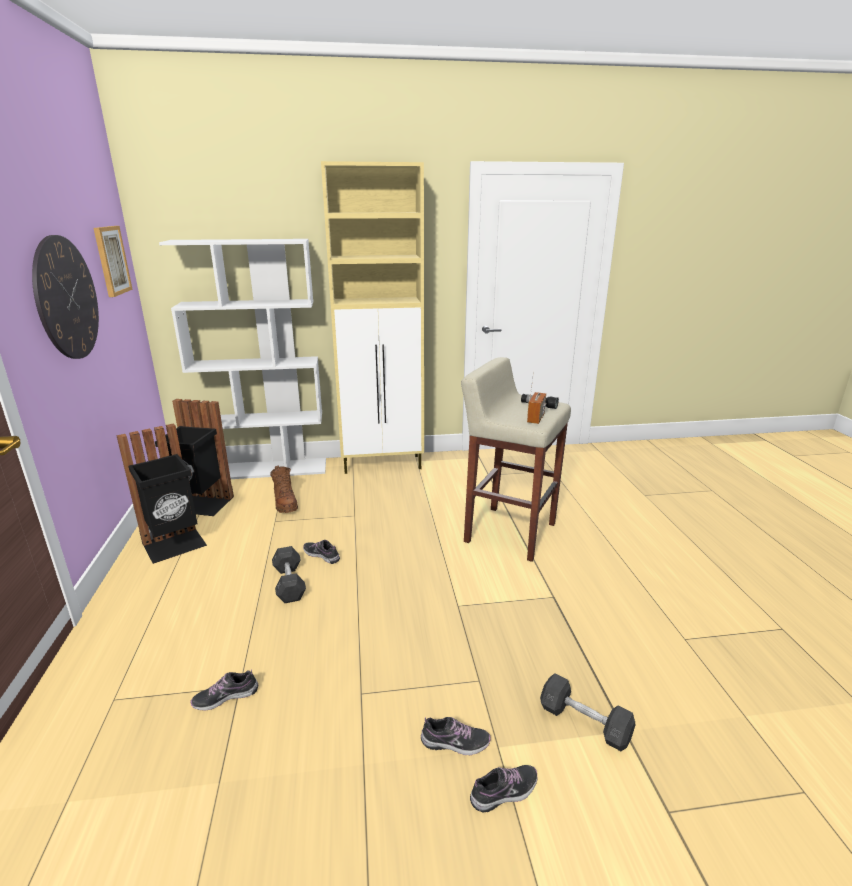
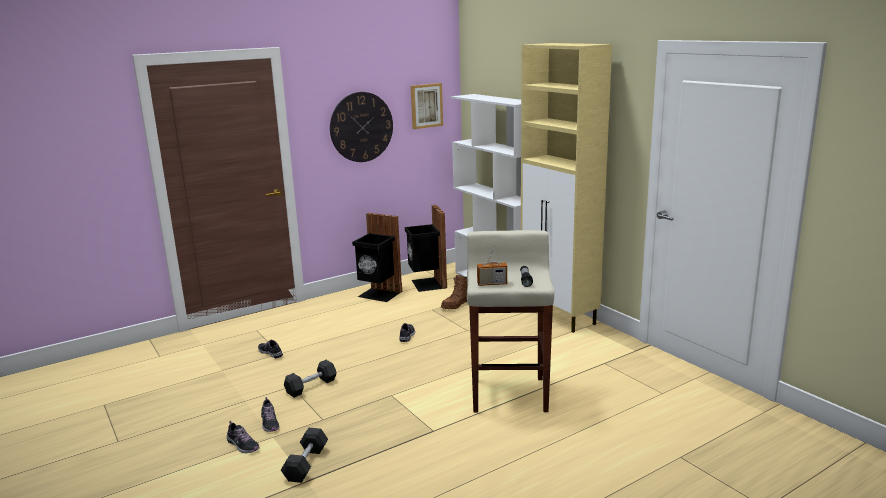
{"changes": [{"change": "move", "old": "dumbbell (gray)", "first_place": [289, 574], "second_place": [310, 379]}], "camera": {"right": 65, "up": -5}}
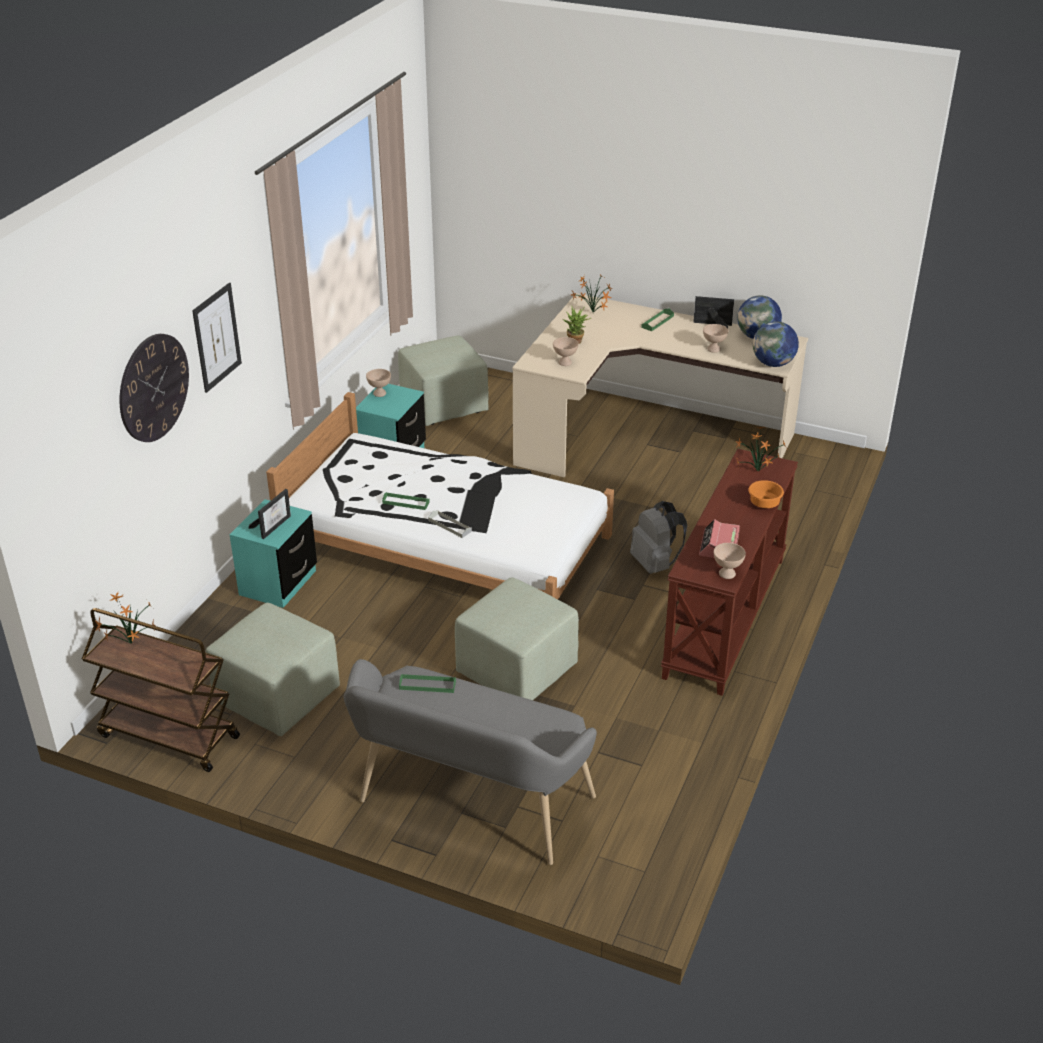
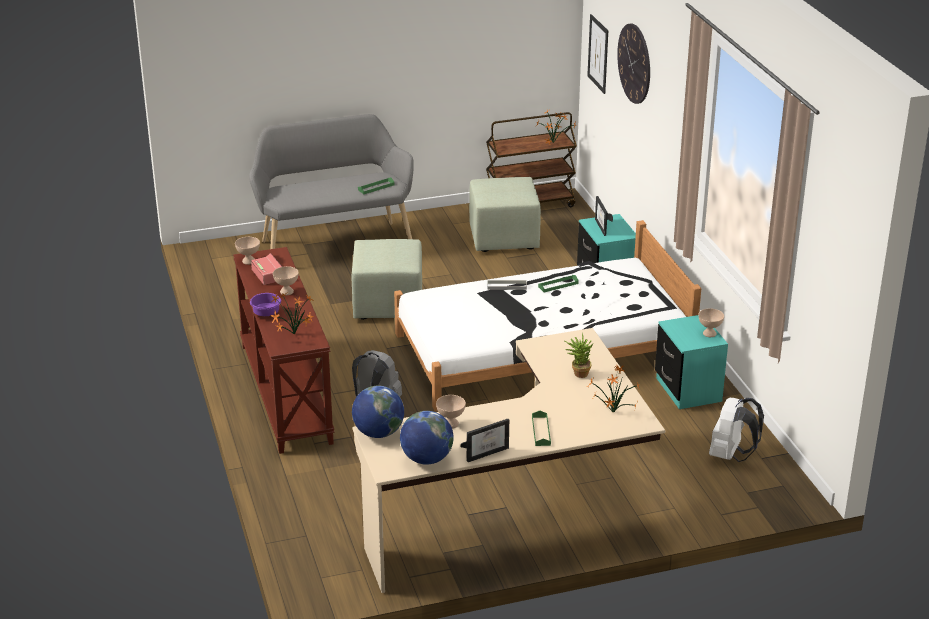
{"changes": [{"change": "move", "old": "picture", "first_place": [217, 338], "second_place": [597, 54]}, {"change": "replace", "old": "ottoman (green-coloured)", "new": "backpack (whitish)", "first_place": [443, 380], "second_place": [736, 430]}, {"change": "move", "old": "serving bowl (sand-coloured)", "first_place": [566, 351], "second_place": [286, 280]}, {"change": "recolor", "old": "serving bowl (orangey)", "new": "serving bowl (purplish)", "first_place": [766, 494], "second_place": [265, 304]}], "camera": {"right": 140, "up": -5}}
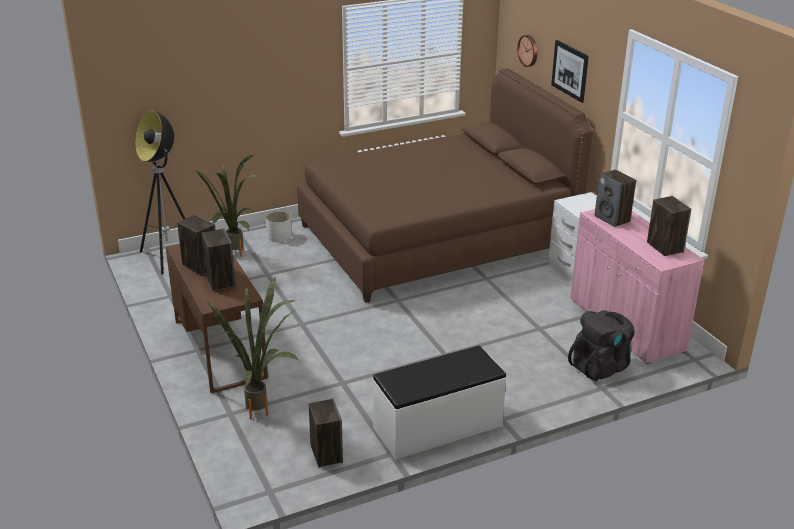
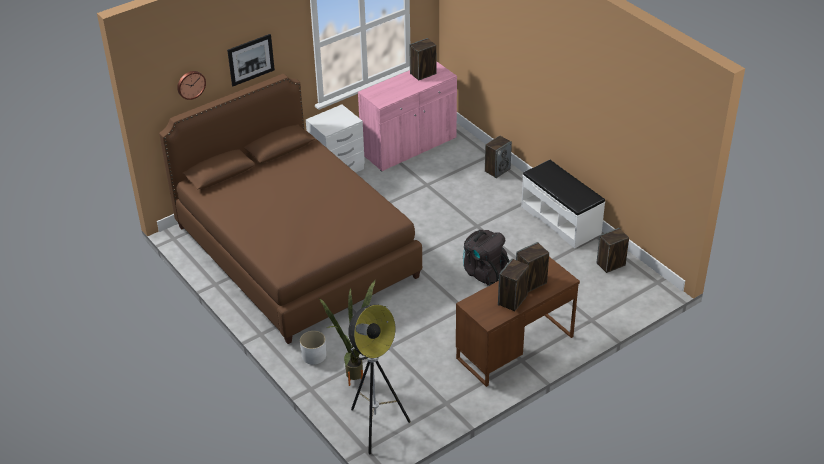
{"changes": [{"change": "delete", "old": "plant in a pot", "first_place": [253, 348]}, {"change": "move", "old": "backpack (black)", "first_place": [601, 345], "second_place": [486, 258]}, {"change": "move", "old": "audio speaker", "first_place": [615, 198], "second_place": [498, 157]}], "camera": {"right": -100, "up": 10}}
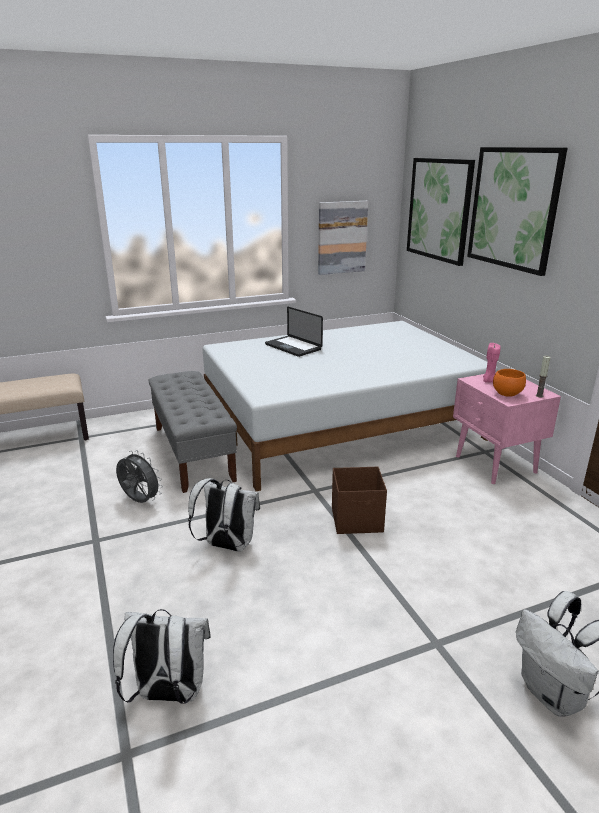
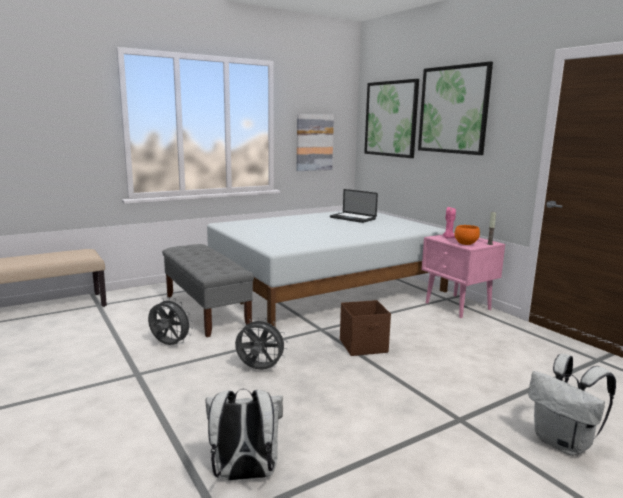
{"changes": [{"change": "replace", "old": "backpack (whitish)", "new": "fan (gray)", "first_place": [224, 515], "second_place": [261, 343]}, {"change": "move", "old": "portable computer", "first_place": [294, 332], "second_place": [354, 206]}], "camera": {"right": -10, "up": -10}}
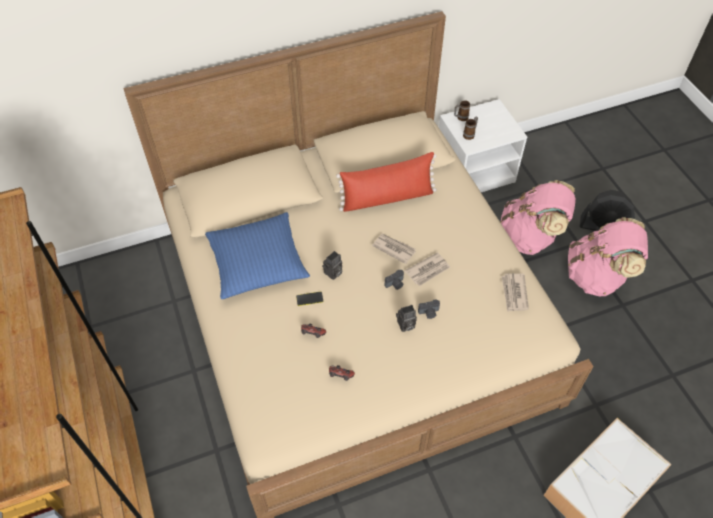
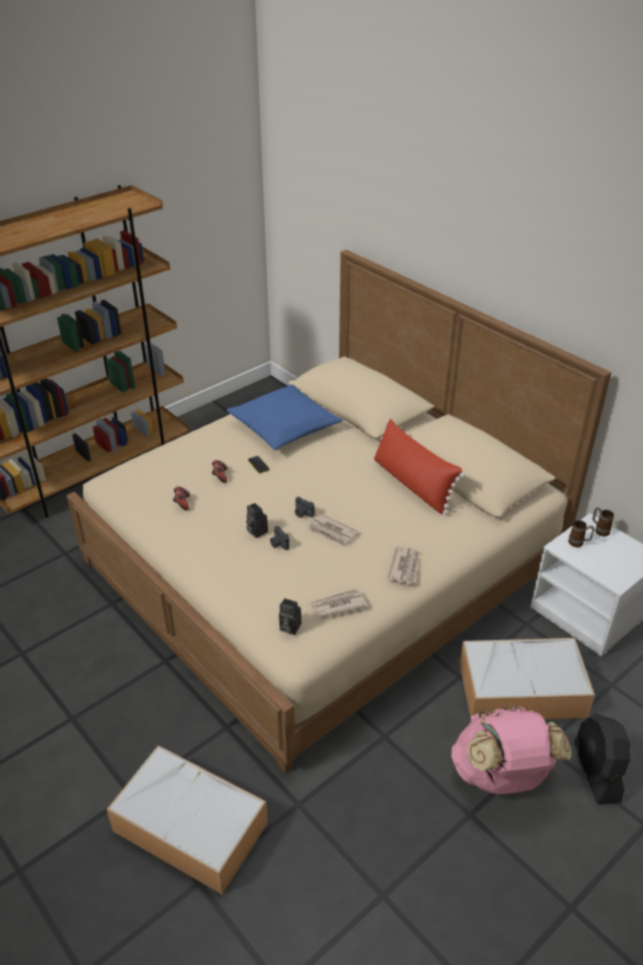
{"changes": [{"change": "move", "old": "still camera", "first_place": [332, 265], "second_place": [290, 616]}, {"change": "move", "old": "daily paper", "first_place": [394, 249], "second_place": [403, 565]}, {"change": "replace", "old": "backpack (pinkish)", "new": "storage bin", "first_place": [538, 217], "second_place": [527, 678]}], "camera": {"right": 70, "up": -15}}
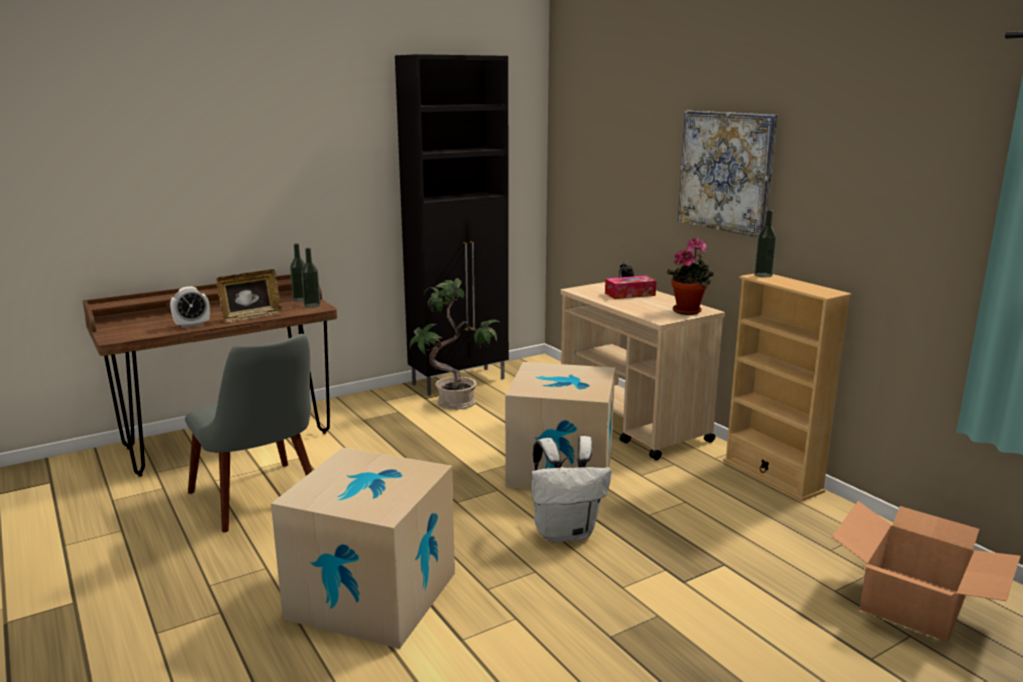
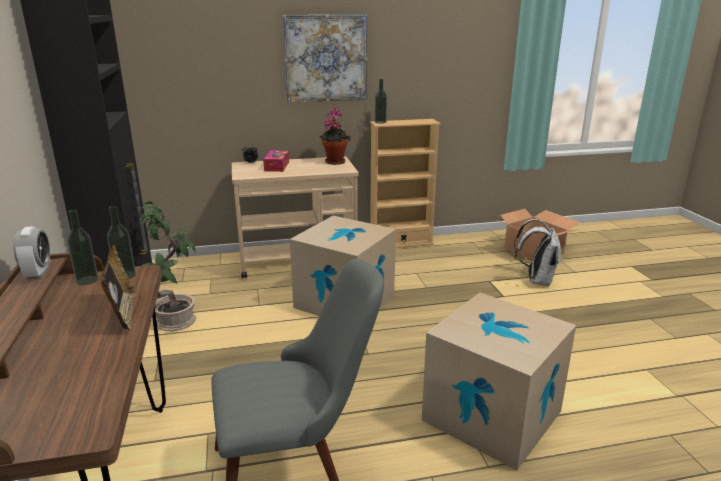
{"changes": [{"change": "move", "old": "alarm clock", "first_place": [190, 307], "second_place": [31, 253]}, {"change": "move", "old": "backpack (whitish)", "first_place": [571, 489], "second_place": [537, 253]}], "camera": {"right": -70, "up": 5}}
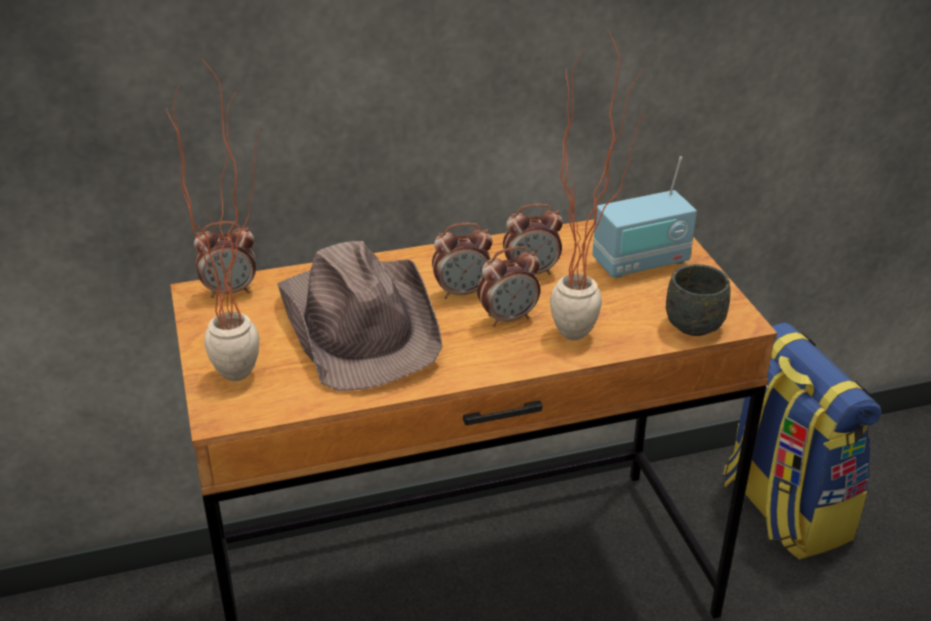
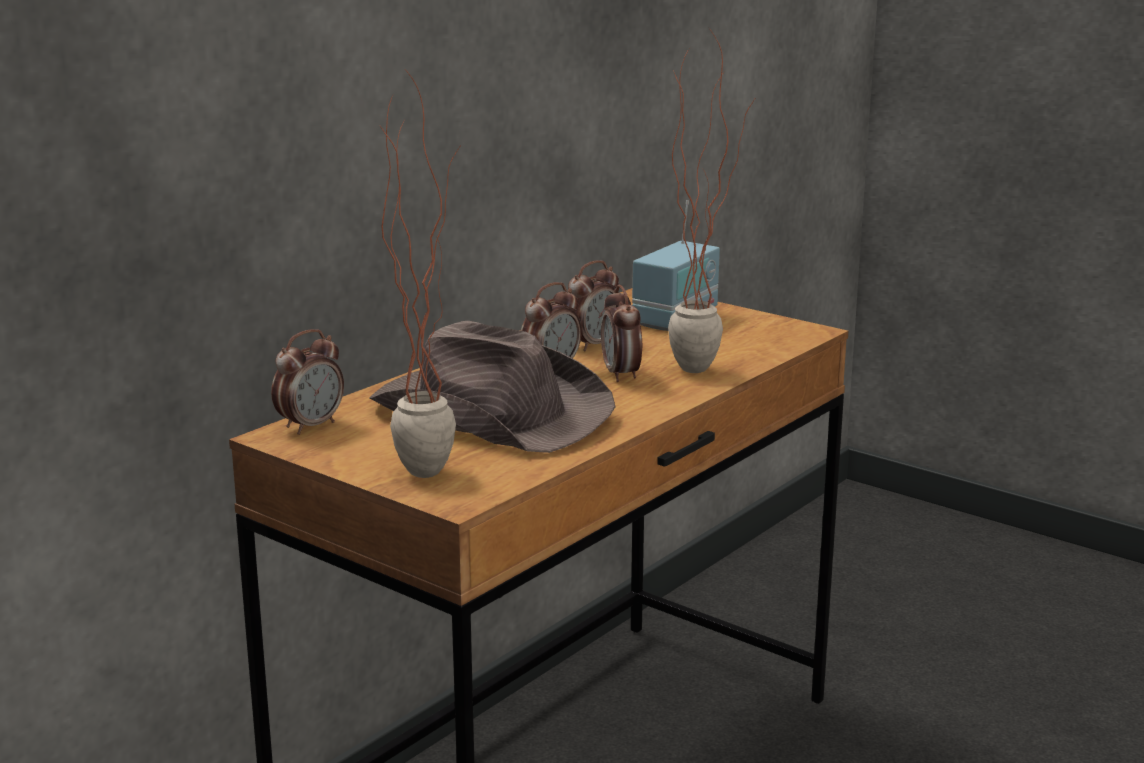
{"changes": [{"change": "rotate", "old": "alarm clock", "first_place": [508, 286], "second_place": [621, 333], "degrees": 135}, {"change": "delete", "old": "mug (gray)", "first_place": [698, 300]}, {"change": "delete", "old": "backpack", "first_place": [802, 441]}], "camera": {"right": -35, "up": -15}}
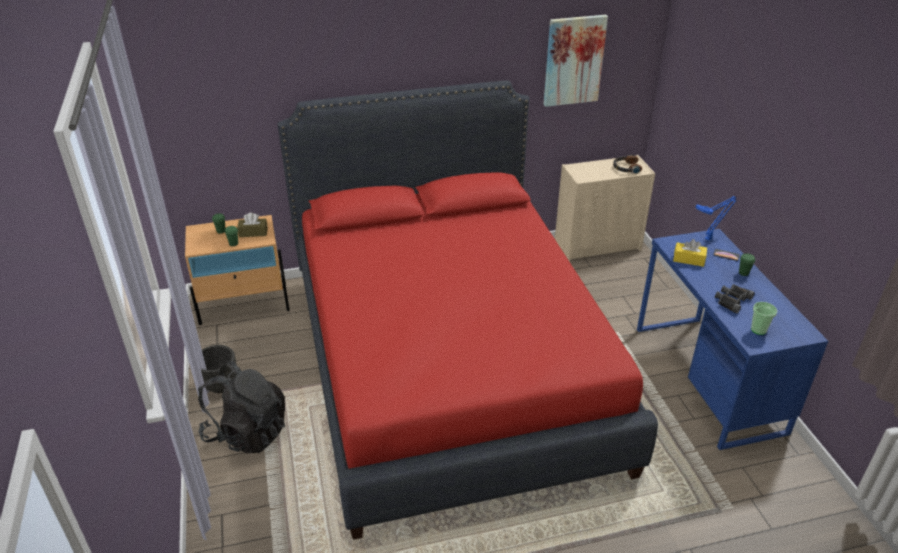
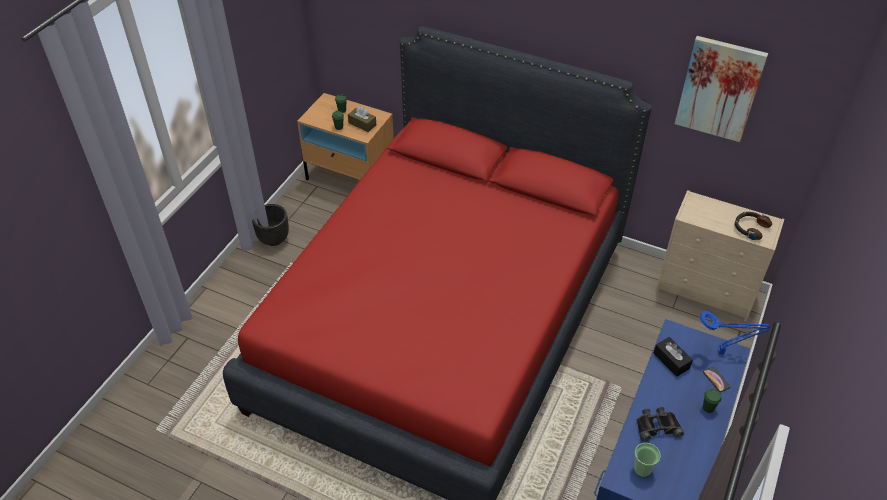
{"changes": [{"change": "delete", "old": "backpack (black)", "first_place": [241, 407]}, {"change": "recolor", "old": "tissue box (yellowish)", "new": "tissue box (black)", "first_place": [690, 253], "second_place": [673, 357]}], "camera": {"right": 40, "up": 10}}
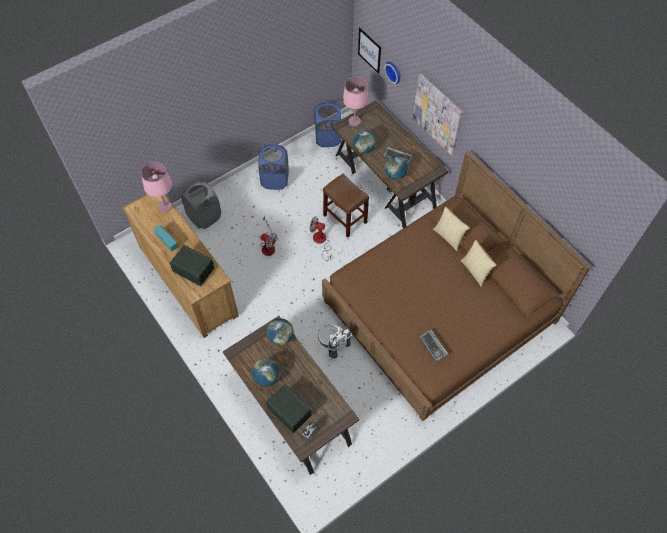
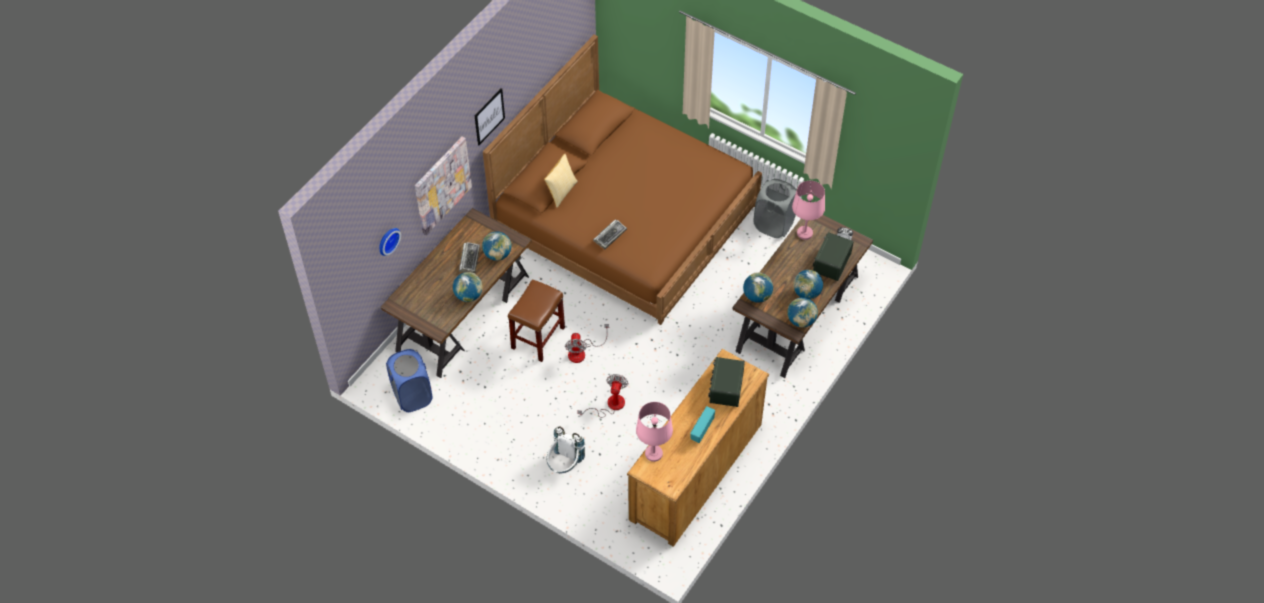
{"changes": [{"change": "move", "old": "washing basket (gray)", "first_place": [201, 205], "second_place": [775, 208]}, {"change": "delete", "old": "washing basket (blue-coloured)", "first_place": [273, 167]}, {"change": "move", "old": "backpack (whitish)", "first_place": [334, 341], "second_place": [566, 450]}, {"change": "move", "old": "lamp for a table (pinkish)", "first_place": [355, 102], "second_place": [808, 210]}, {"change": "move", "old": "picture", "first_place": [369, 51], "second_place": [490, 116]}, {"change": "move", "old": "computer keyboard", "first_place": [433, 346], "second_place": [610, 234]}, {"change": "delete", "old": "pillow", "first_place": [479, 263]}, {"change": "insert", "new": "world globe", "second_place": [803, 312]}], "camera": {"right": -110, "up": -5}}
